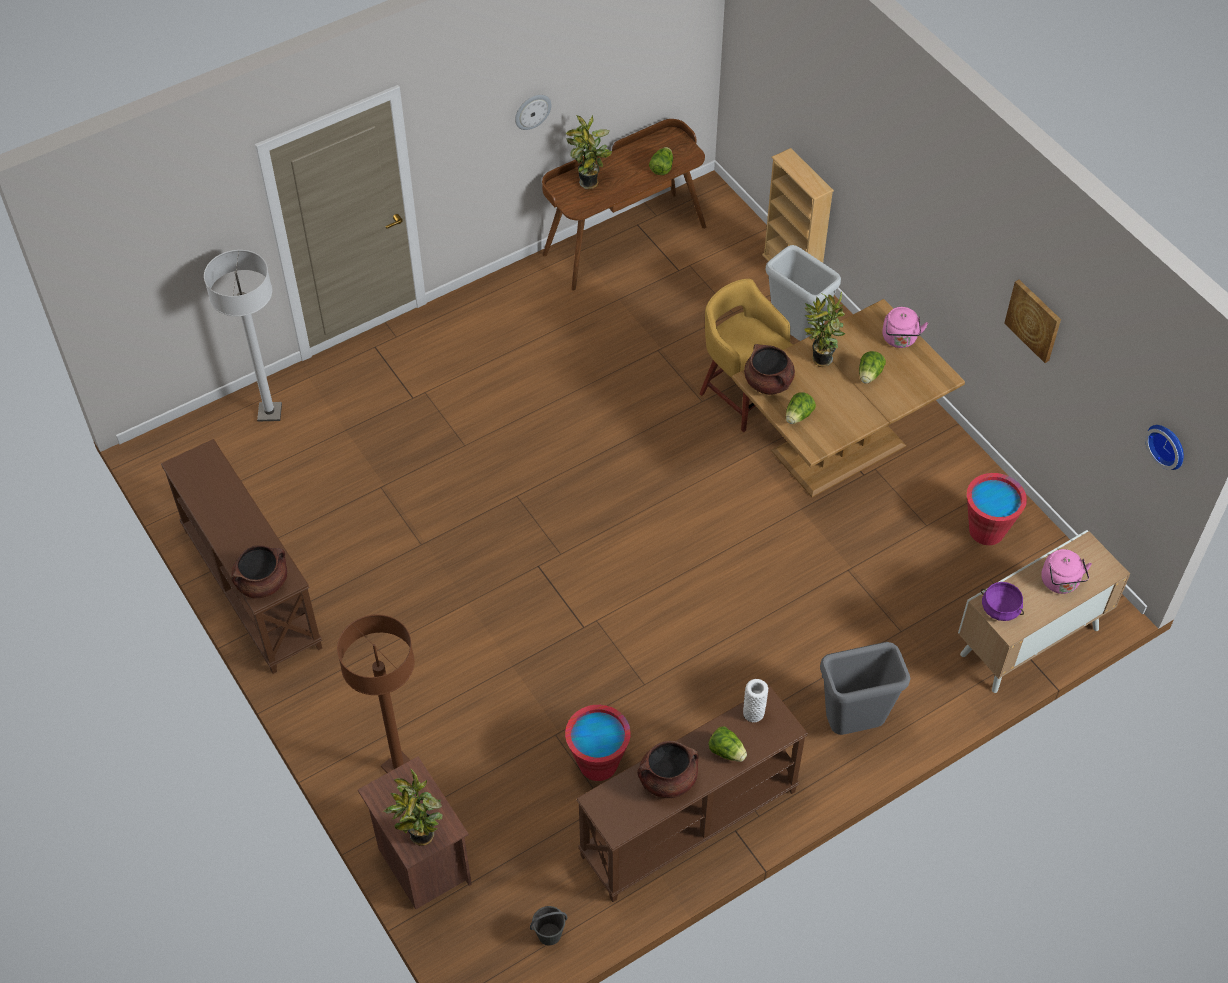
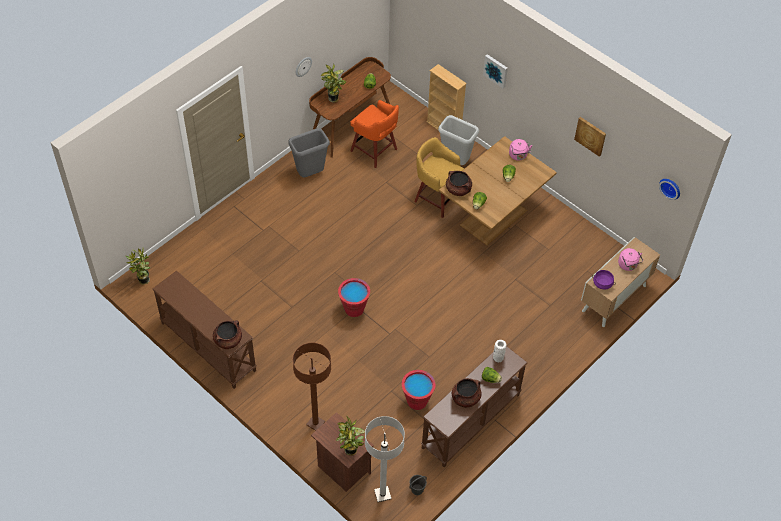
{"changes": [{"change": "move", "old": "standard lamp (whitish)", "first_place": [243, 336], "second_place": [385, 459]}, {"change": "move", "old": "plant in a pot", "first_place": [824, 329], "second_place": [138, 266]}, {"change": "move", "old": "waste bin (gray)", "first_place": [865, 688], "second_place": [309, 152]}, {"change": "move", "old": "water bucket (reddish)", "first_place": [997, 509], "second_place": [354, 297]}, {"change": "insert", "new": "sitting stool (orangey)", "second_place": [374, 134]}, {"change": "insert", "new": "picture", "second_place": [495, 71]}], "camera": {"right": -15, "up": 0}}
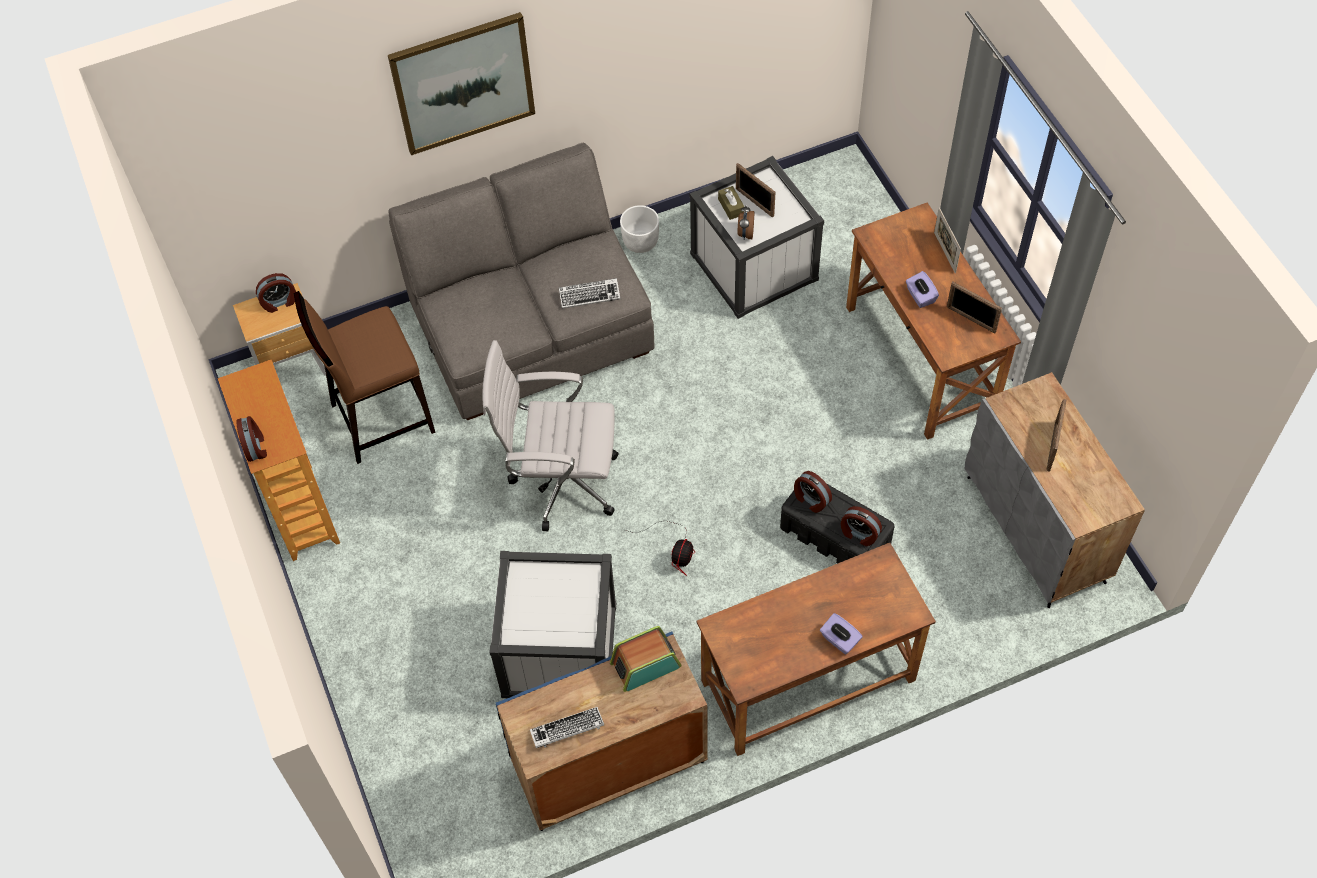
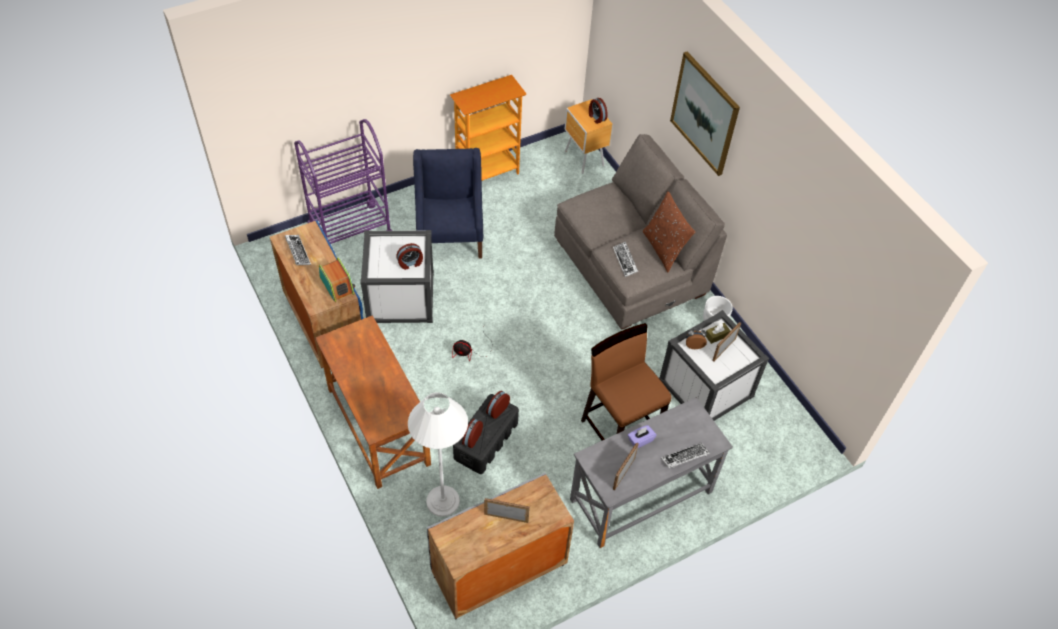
{"changes": [{"change": "move", "old": "alarm clock", "first_place": [251, 439], "second_place": [409, 256]}, {"change": "move", "old": "sitting stool (brown)", "first_place": [365, 377], "second_place": [626, 382]}, {"change": "delete", "old": "computer chair (whitish)", "first_place": [550, 435]}, {"change": "delete", "old": "tissue box (purplish)", "first_place": [841, 634]}, {"change": "recolor", "old": "desk table (brown)", "new": "desk table (gray)", "first_place": [933, 321], "second_place": [651, 472]}, {"change": "replace", "old": "standing frame", "new": "computer keyboard", "first_place": [947, 240], "second_place": [685, 455]}, {"change": "insert", "new": "cart (purplish)", "second_place": [343, 181]}, {"change": "insert", "new": "standard lamp (whitish)", "second_place": [438, 454]}, {"change": "insert", "new": "easy chair (blue-coloured)", "second_place": [448, 203]}, {"change": "insert", "new": "pillow (brown)", "second_place": [668, 232]}], "camera": {"right": 80, "up": -5}}
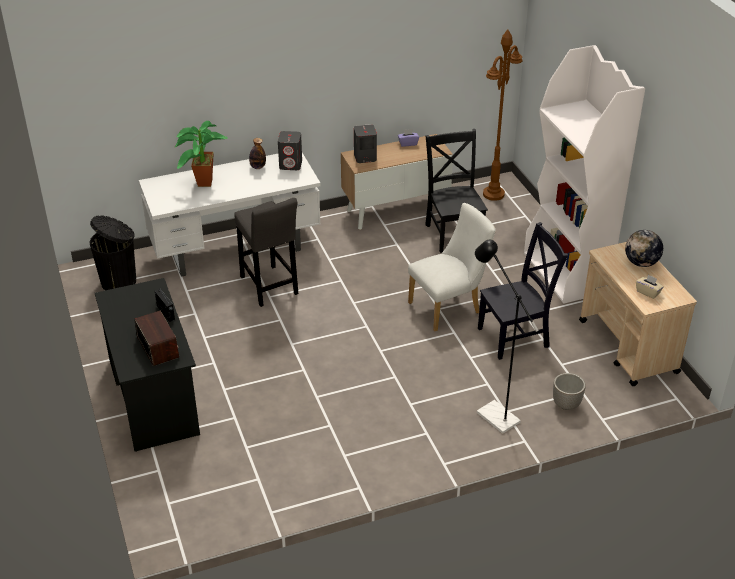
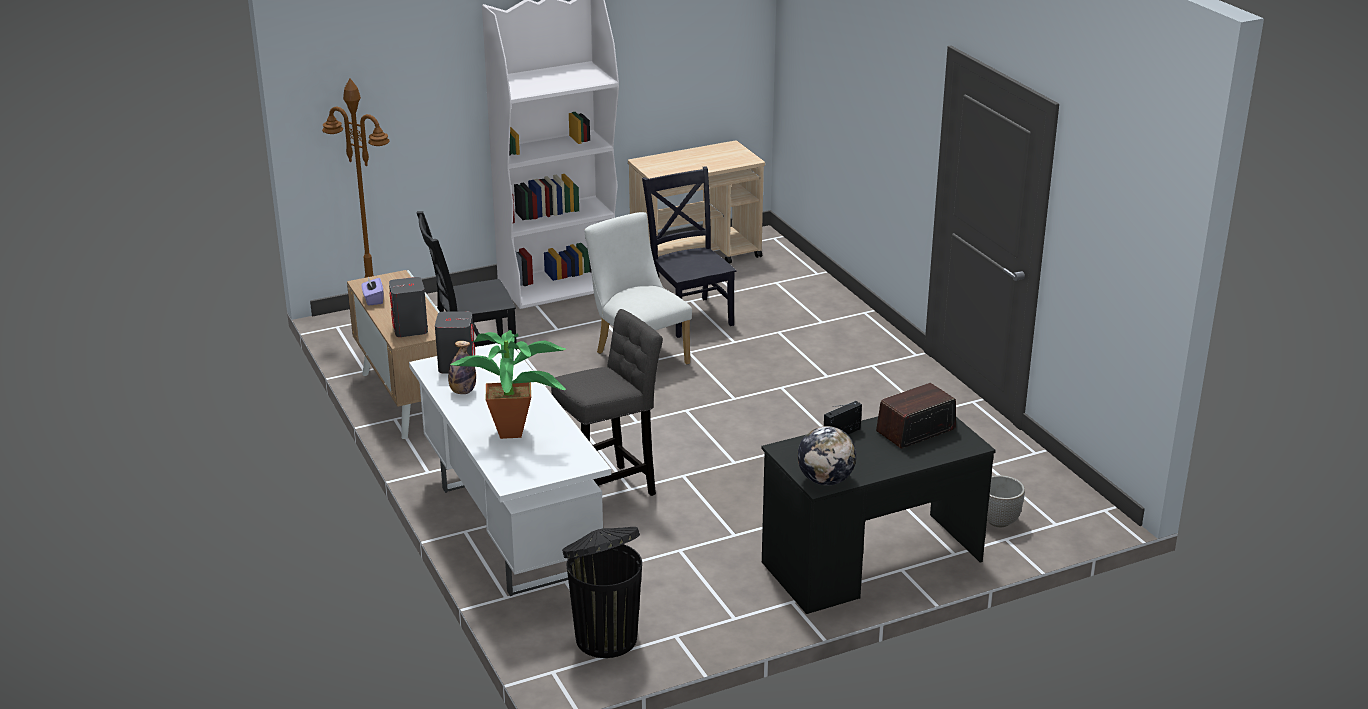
{"changes": [{"change": "delete", "old": "standard lamp (black)", "first_place": [507, 337]}, {"change": "move", "old": "plant pot", "first_place": [569, 391], "second_place": [1006, 501]}, {"change": "move", "old": "world globe", "first_place": [644, 248], "second_place": [827, 455]}, {"change": "delete", "old": "tissue box (sand-coloured)", "first_place": [650, 286]}], "camera": {"right": -95, "up": -10}}
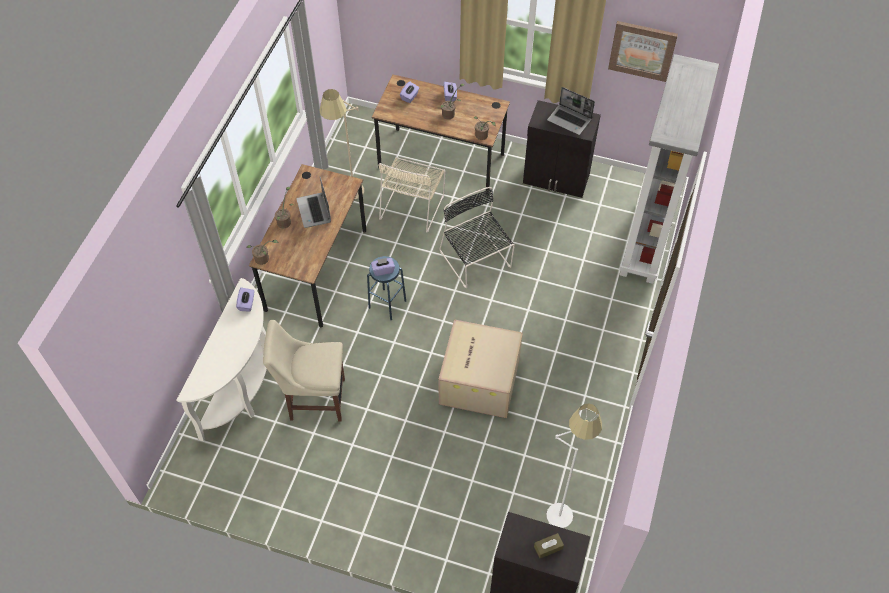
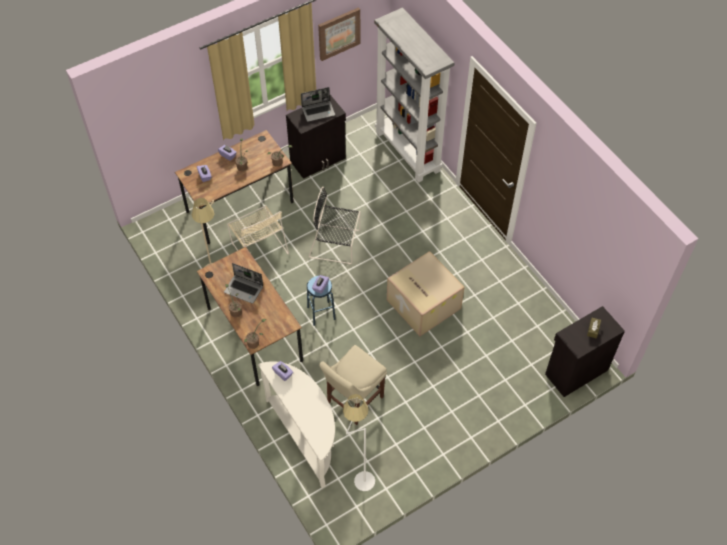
{"changes": [{"change": "move", "old": "standard lamp (whitish)", "first_place": [574, 466], "second_place": [359, 442]}], "camera": {"right": -50, "up": 0}}
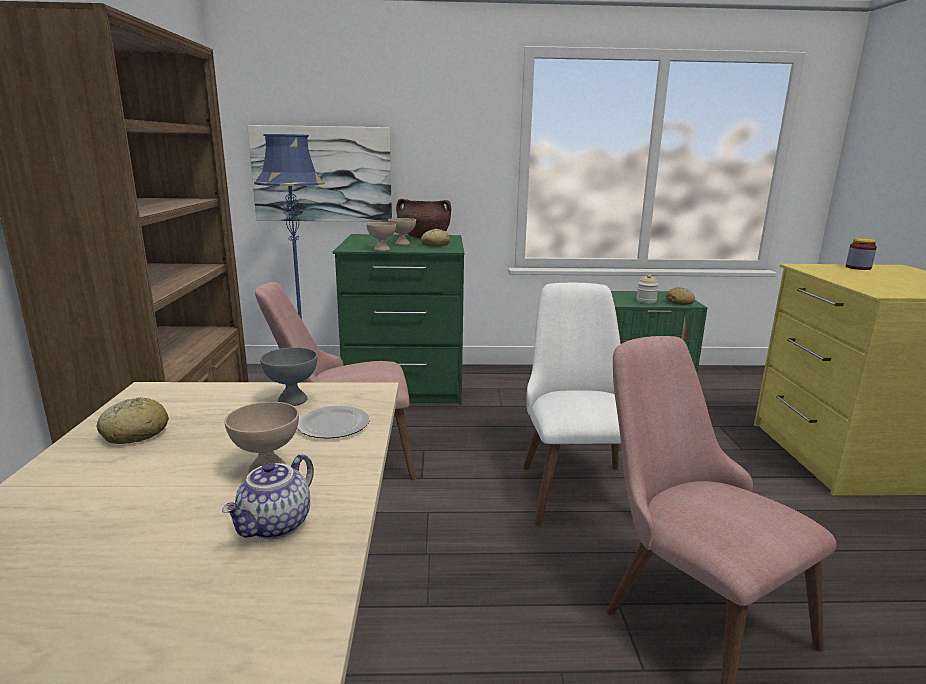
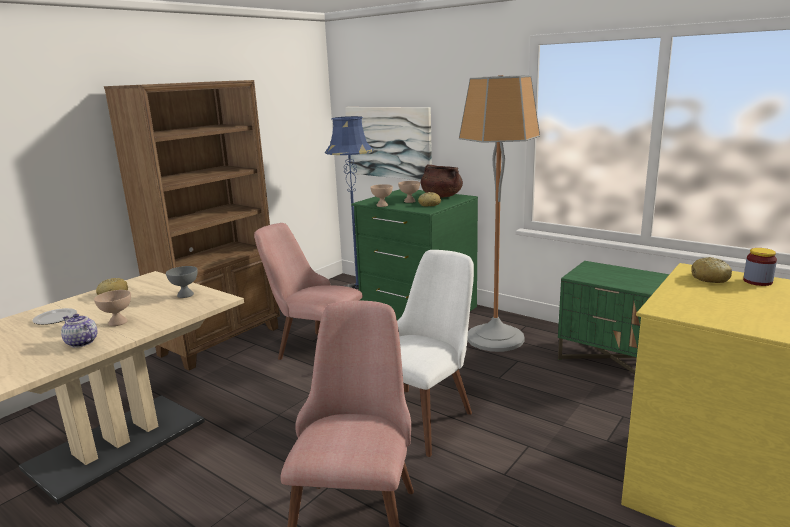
{"changes": [{"change": "rotate", "old": "tea pot", "first_place": [268, 496], "second_place": [79, 331], "degrees": 60}, {"change": "move", "old": "plate", "first_place": [333, 422], "second_place": [55, 316]}, {"change": "delete", "old": "jar", "first_place": [647, 288]}, {"change": "move", "old": "bread", "first_place": [680, 296], "second_place": [711, 270]}, {"change": "insert", "new": "standard lamp", "second_place": [499, 213]}], "camera": {"right": 40, "up": 0}}
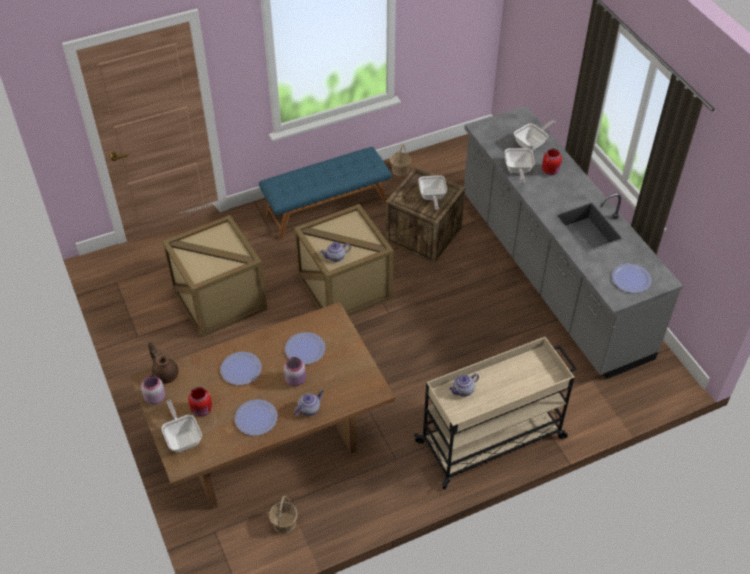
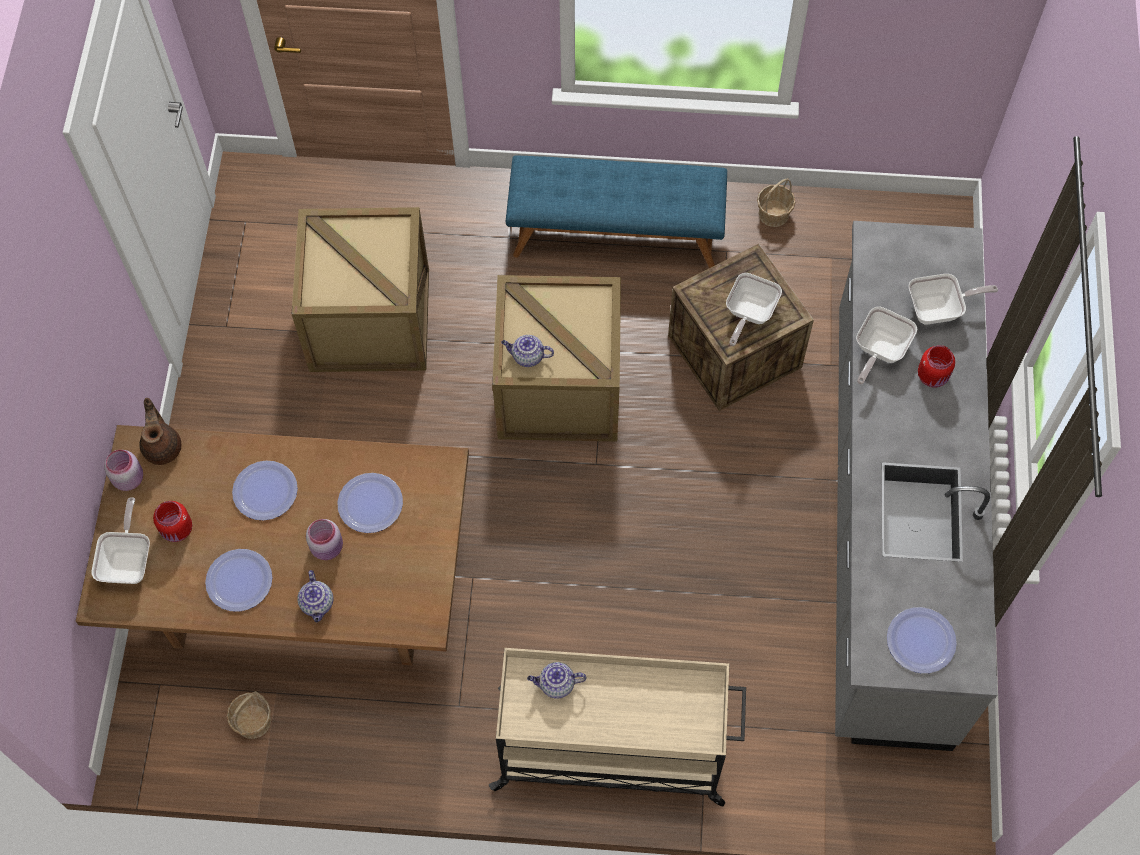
{"changes": [{"change": "rotate", "old": "tea pot", "first_place": [309, 403], "second_place": [315, 596], "degrees": 90}], "camera": {"right": 30, "up": 15}}
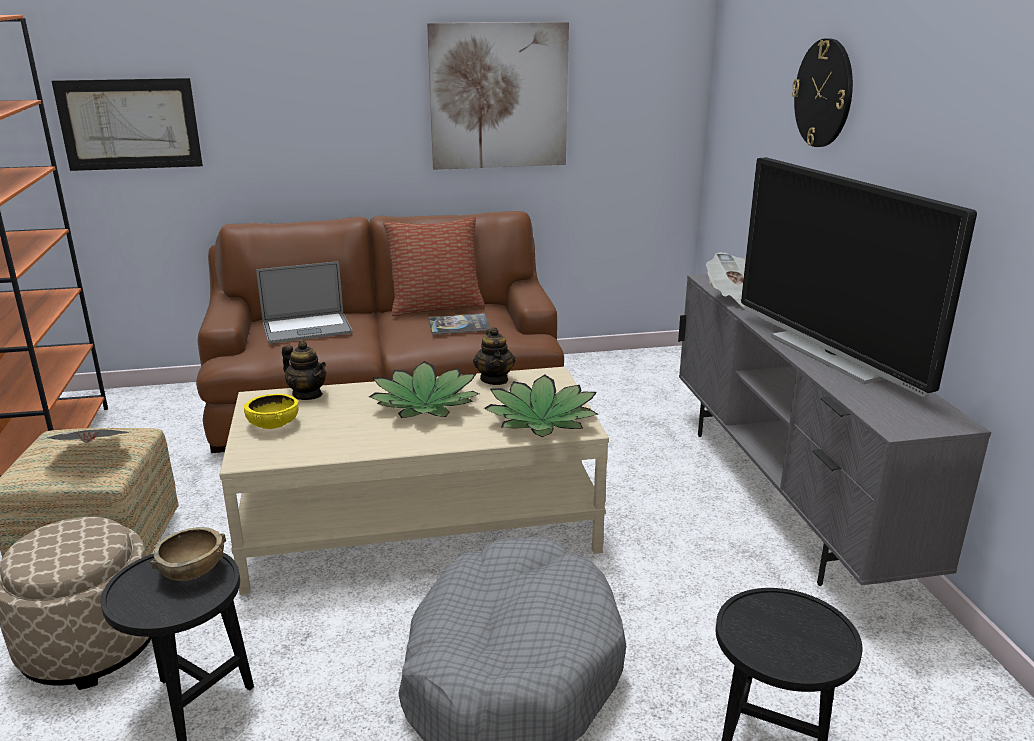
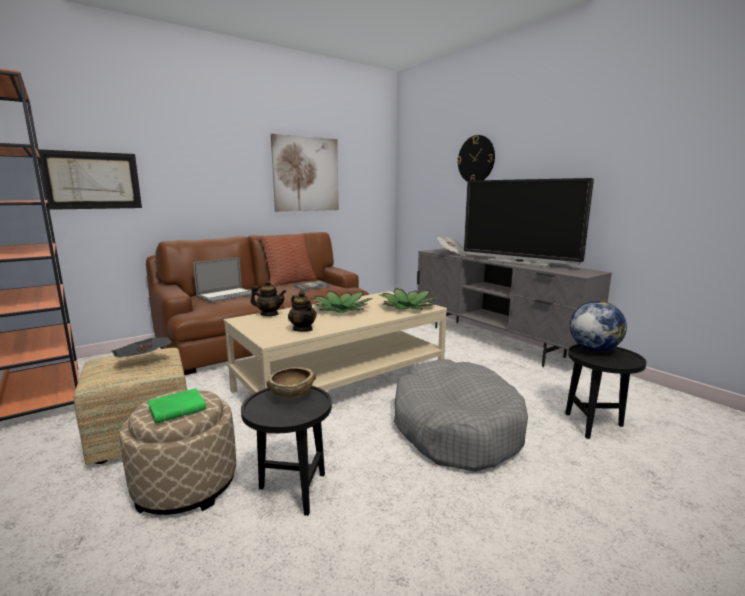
{"changes": [{"change": "delete", "old": "serving bowl (yellowish)", "first_place": [271, 411]}, {"change": "move", "old": "tea pot", "first_place": [494, 356], "second_place": [302, 311]}, {"change": "insert", "new": "book (green-coloured)", "second_place": [177, 406]}, {"change": "insert", "new": "world globe", "second_place": [598, 326]}], "camera": {"right": -25, "up": -10}}
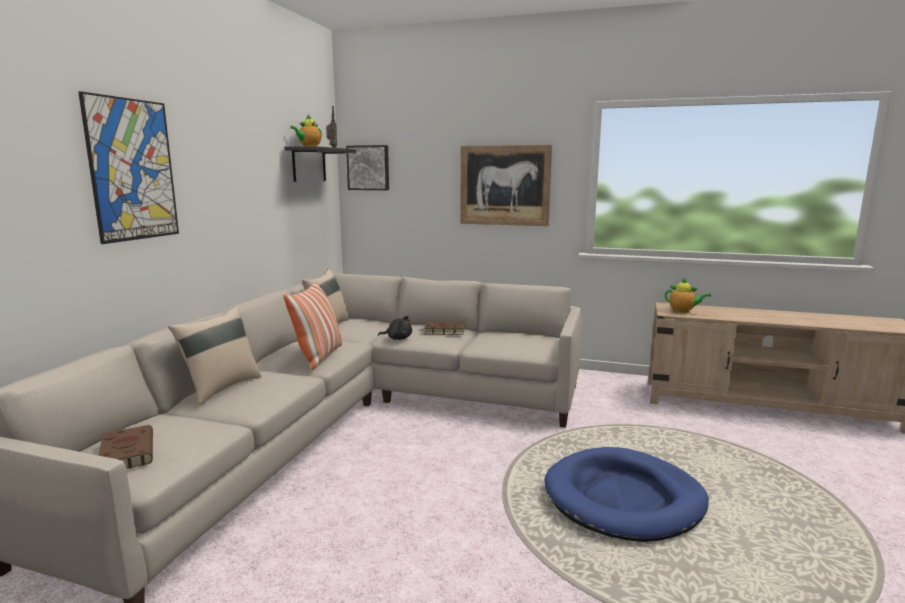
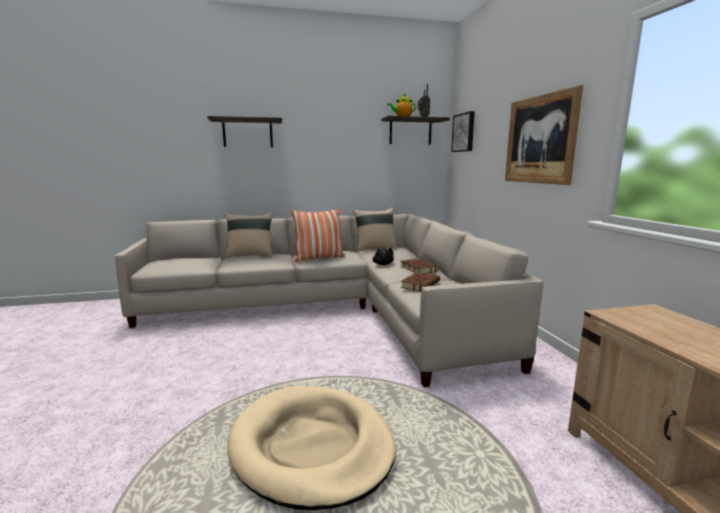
{"changes": [{"change": "replace", "old": "picture", "new": "wall shelf", "first_place": [128, 167], "second_place": [244, 131]}, {"change": "move", "old": "book (brown)", "first_place": [125, 447], "second_place": [420, 282]}, {"change": "recolor", "old": "dog cushion (blue-coloured)", "new": "dog cushion (sand-coloured)", "first_place": [626, 494], "second_place": [311, 448]}, {"change": "delete", "old": "tea pot", "first_place": [688, 295]}], "camera": {"right": 60, "up": 0}}
